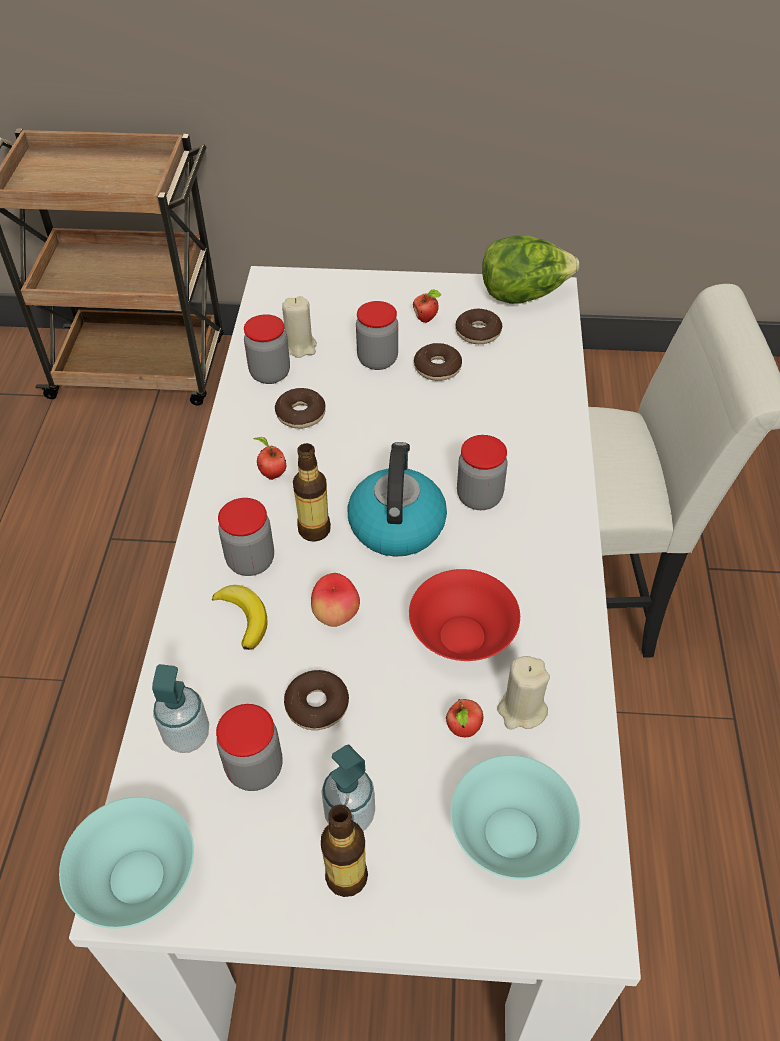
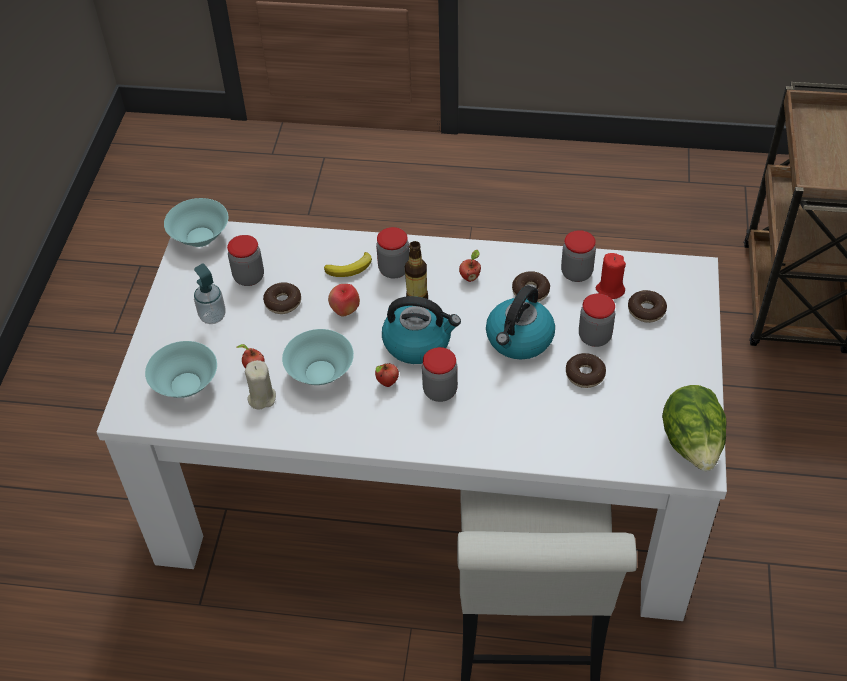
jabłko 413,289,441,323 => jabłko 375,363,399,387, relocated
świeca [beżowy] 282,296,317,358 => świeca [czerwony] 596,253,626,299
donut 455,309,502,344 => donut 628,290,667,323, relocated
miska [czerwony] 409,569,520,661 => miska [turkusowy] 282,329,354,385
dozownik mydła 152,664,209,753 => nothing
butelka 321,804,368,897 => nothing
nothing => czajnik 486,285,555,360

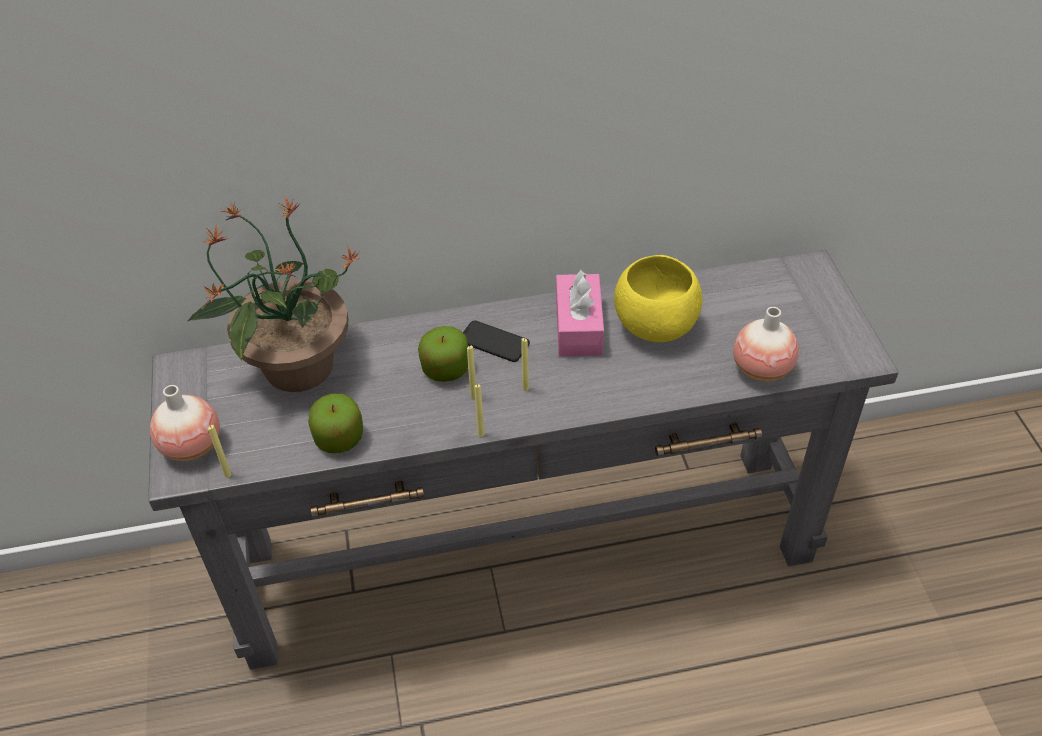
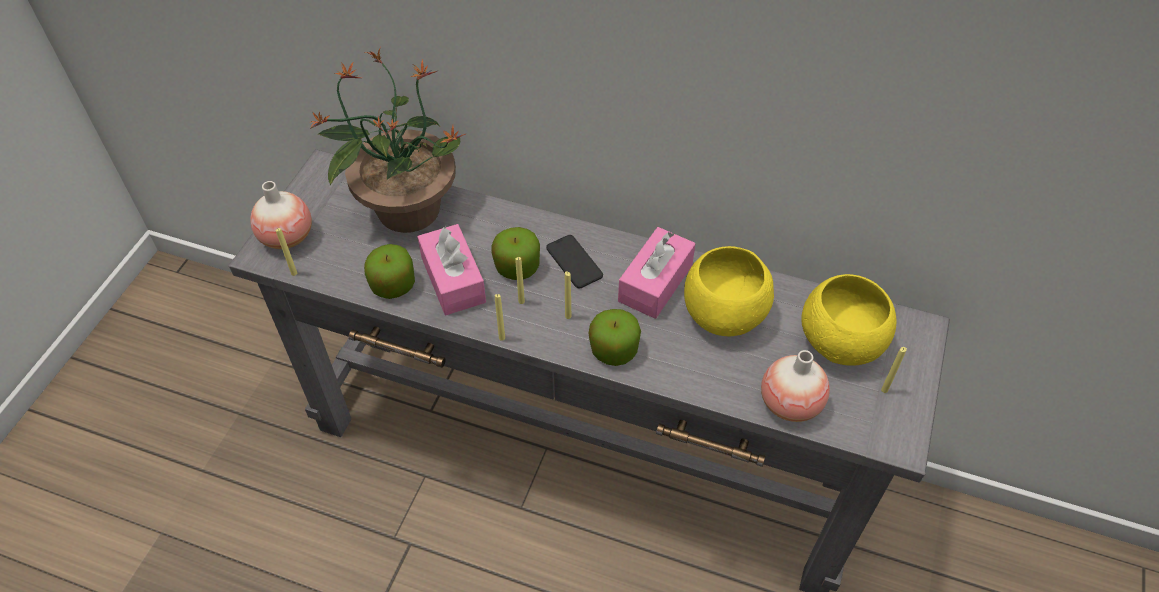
nothing => pudełko chusteczek [różowy] 417,224,486,315
nothing => miska [żółty] 801,274,896,366
nothing => jabłko 589,309,641,366
nothing => świeca [żółty] 881,347,907,393

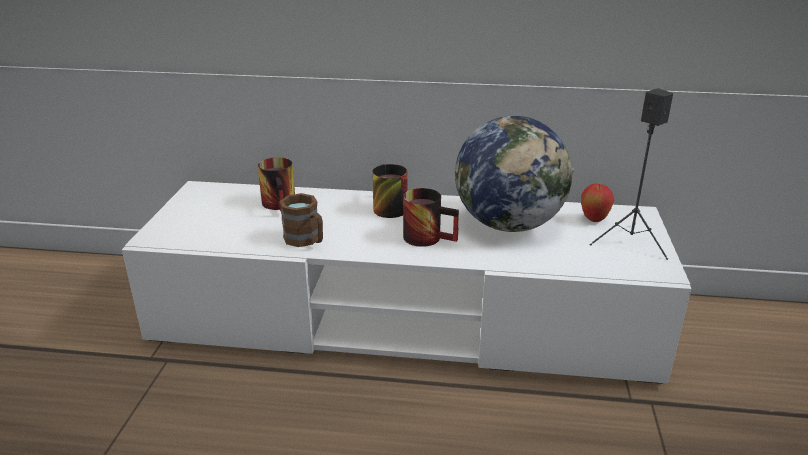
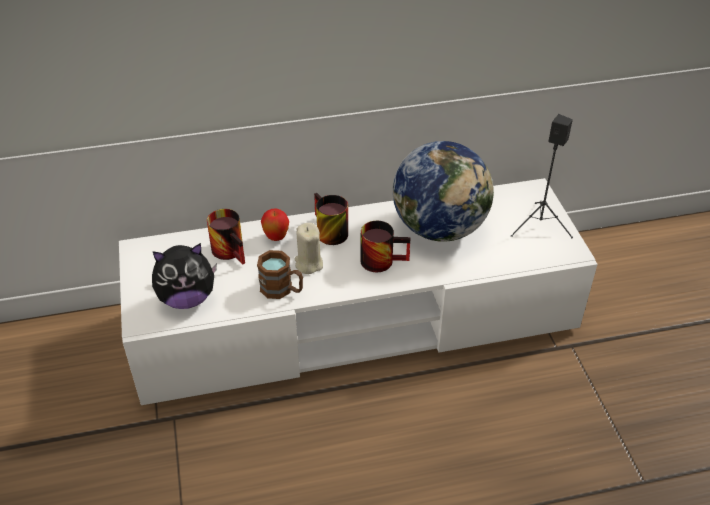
jabłko 581,184,614,222 => jabłko 261,209,289,241, relocated
nothing => świeca [beżowy] 295,223,323,274
nothing => pluszak 152,243,217,309

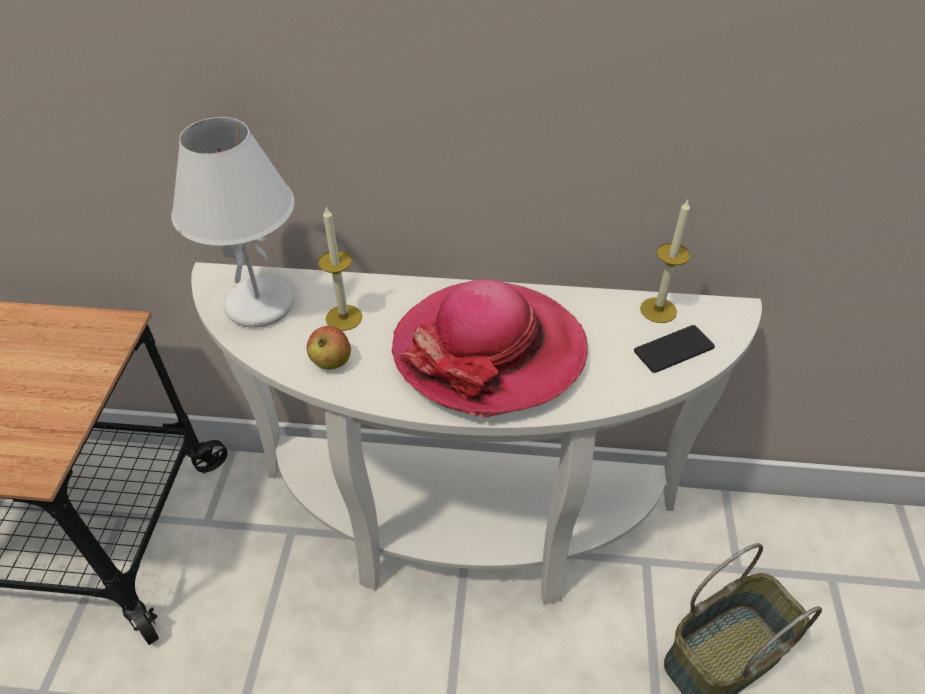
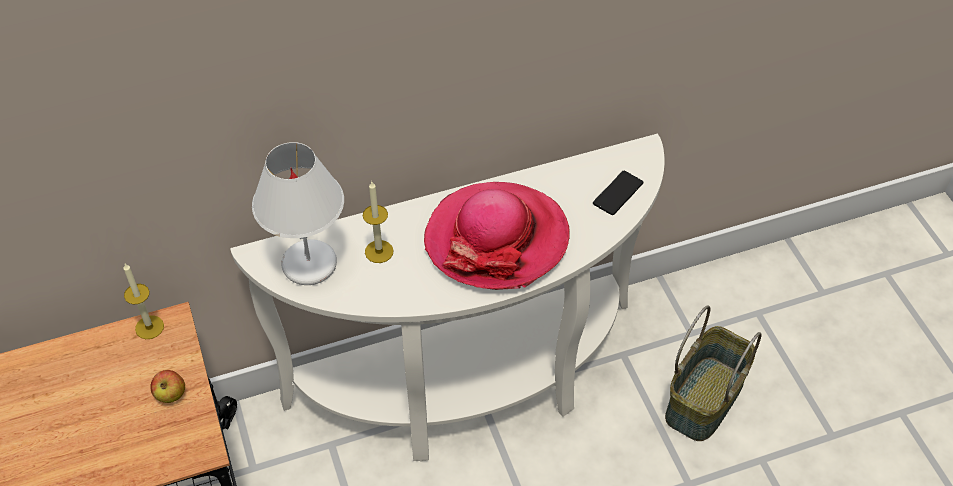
świeca 640,199,690,323 => świeca 123,264,164,339, relocated
jabłko 307,326,351,370 => jabłko 150,370,185,403, relocated

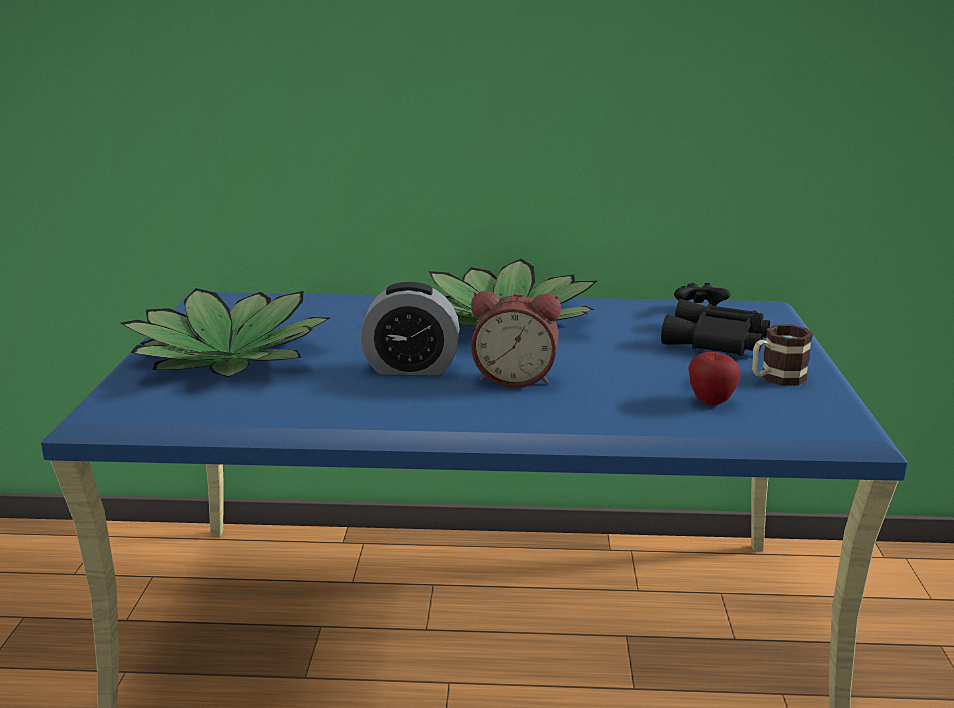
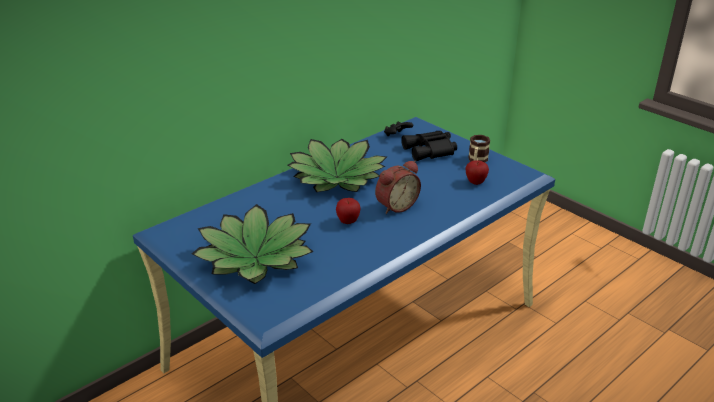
budzik 360,282,460,375 => jabłko 336,198,361,224

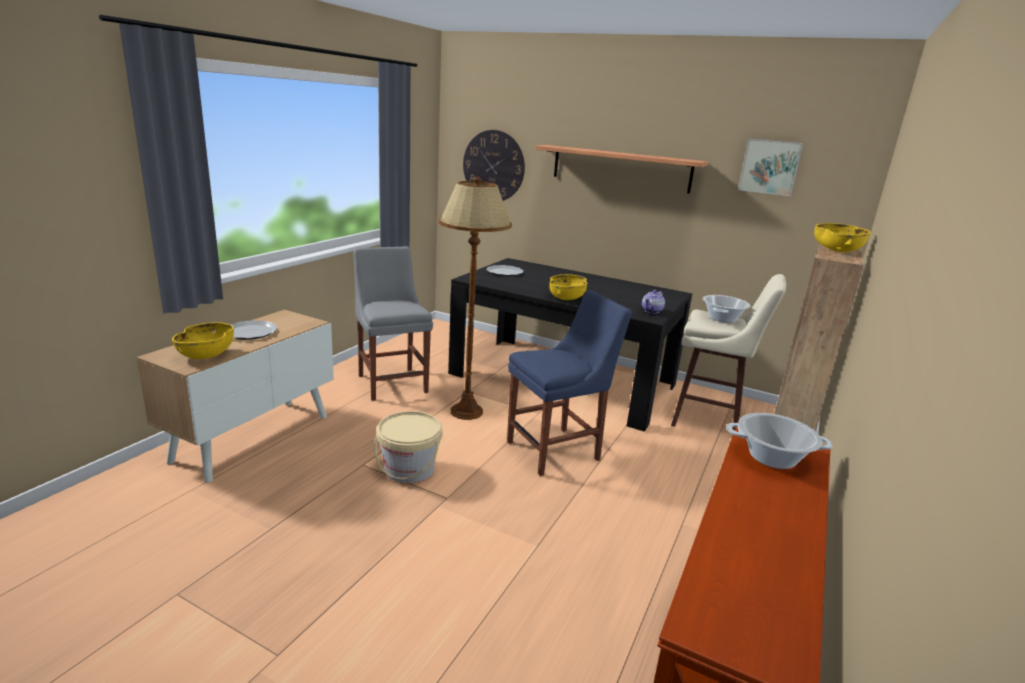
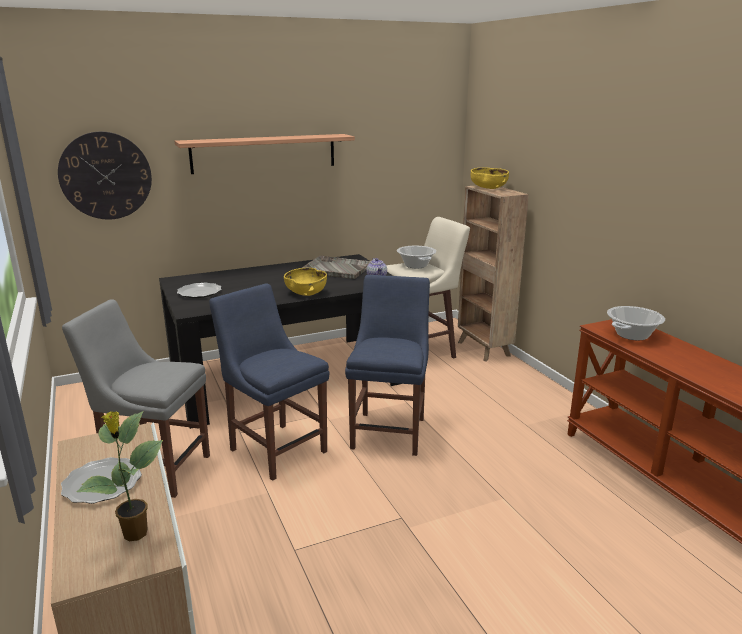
obraz 738,139,803,196 => nothing
lampa stojąca [brązowy] 438,177,512,420 => krzesło [niebieski] 209,283,329,481
miska [żółty] 172,322,234,359 => roślina doniczkowa 76,411,163,541
wiadro [beżowy] 374,411,443,483 => nothing
nothing => taca [szary] 302,256,371,279

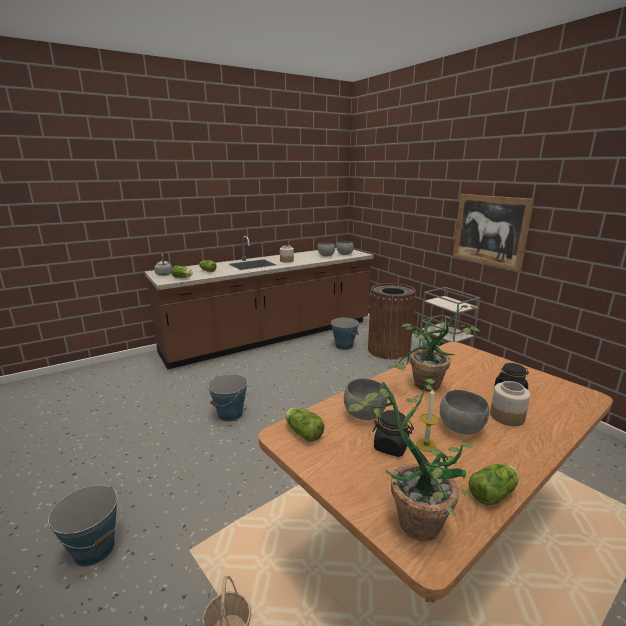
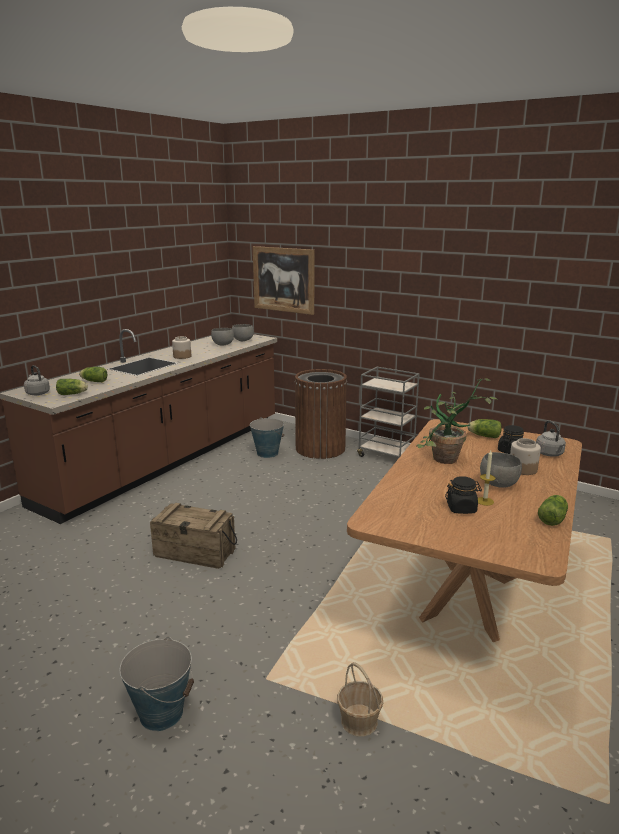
obraz 453,194,534,272 => obraz 253,246,315,315, relocated
wiadro 208,374,248,422 => skrzynka 150,503,237,569
miska [szary] 344,379,388,420 => nothing
roślina doniczkowa 348,379,473,541 => nothing
sałata 285,408,325,442 => sałata 468,419,502,438, relocated
nothing => czajnik [szary] 536,420,566,457

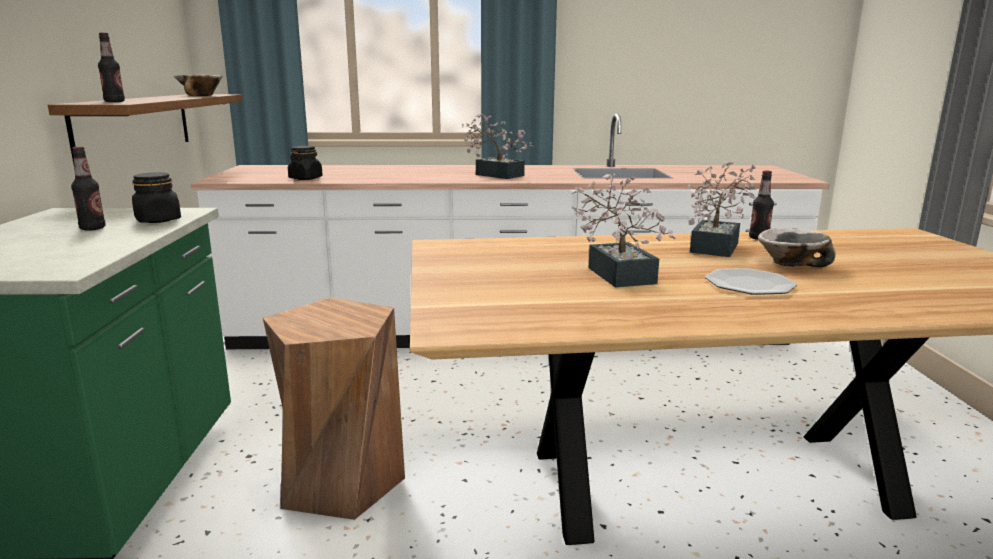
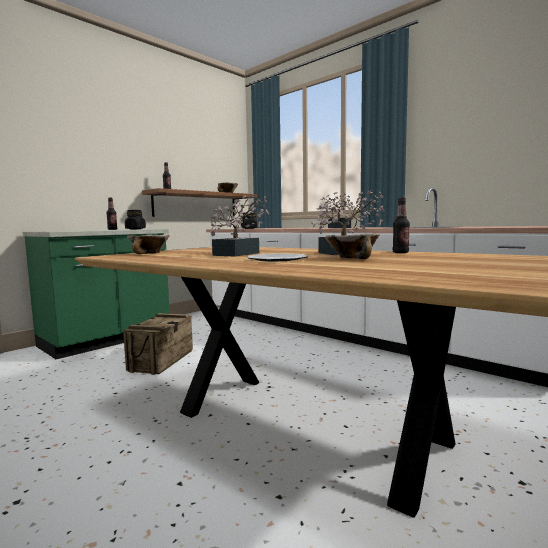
stołek [brązowy] 263,298,405,520 => skrzynka 123,313,193,375
nothing => miska 127,235,169,254

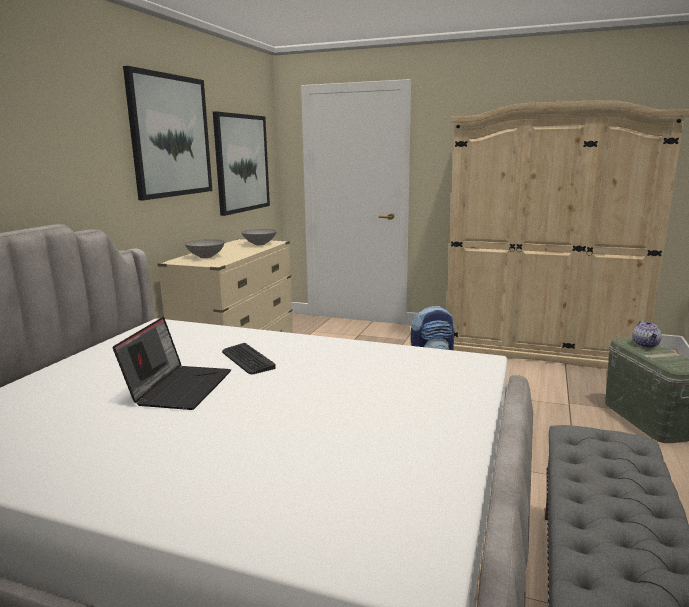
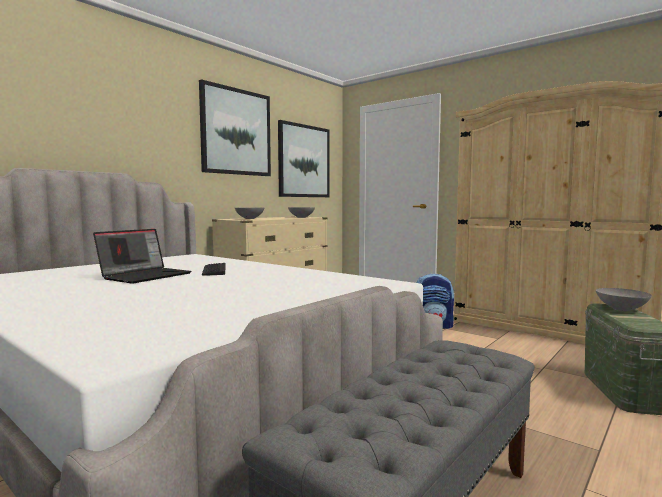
imbryk 632,321,662,348 => miska [szary] 596,288,652,311

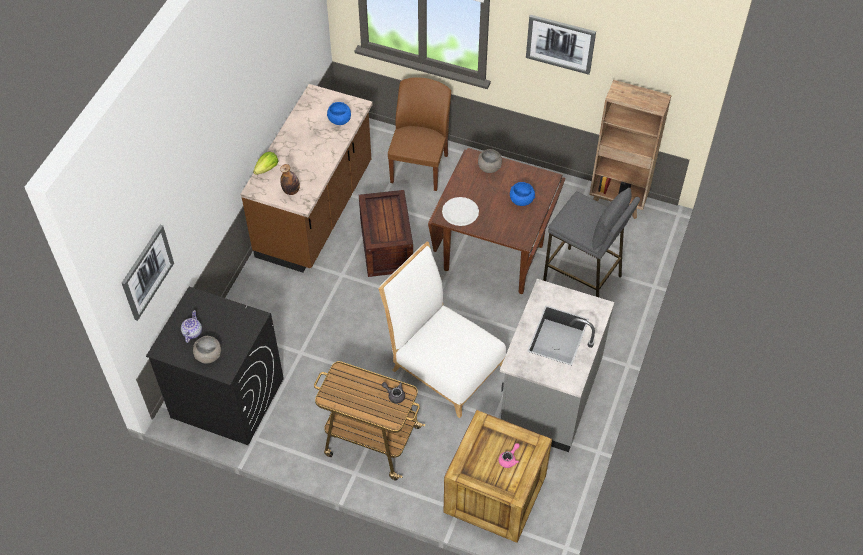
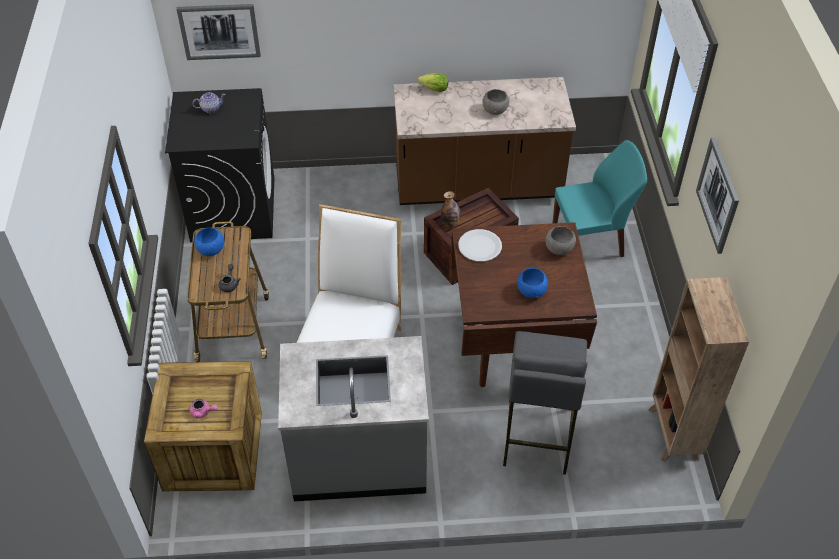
krzesło [brązowy] 388,77,451,191 => krzesło [turkusowy] 553,140,647,257
miska [niebieski] 327,102,351,125 => miska [niebieski] 194,228,225,256, relocated
butelka 280,164,300,195 => butelka 441,191,461,228, relocated
miska [szary] 193,335,221,364 => miska [szary] 483,89,509,115, relocated

